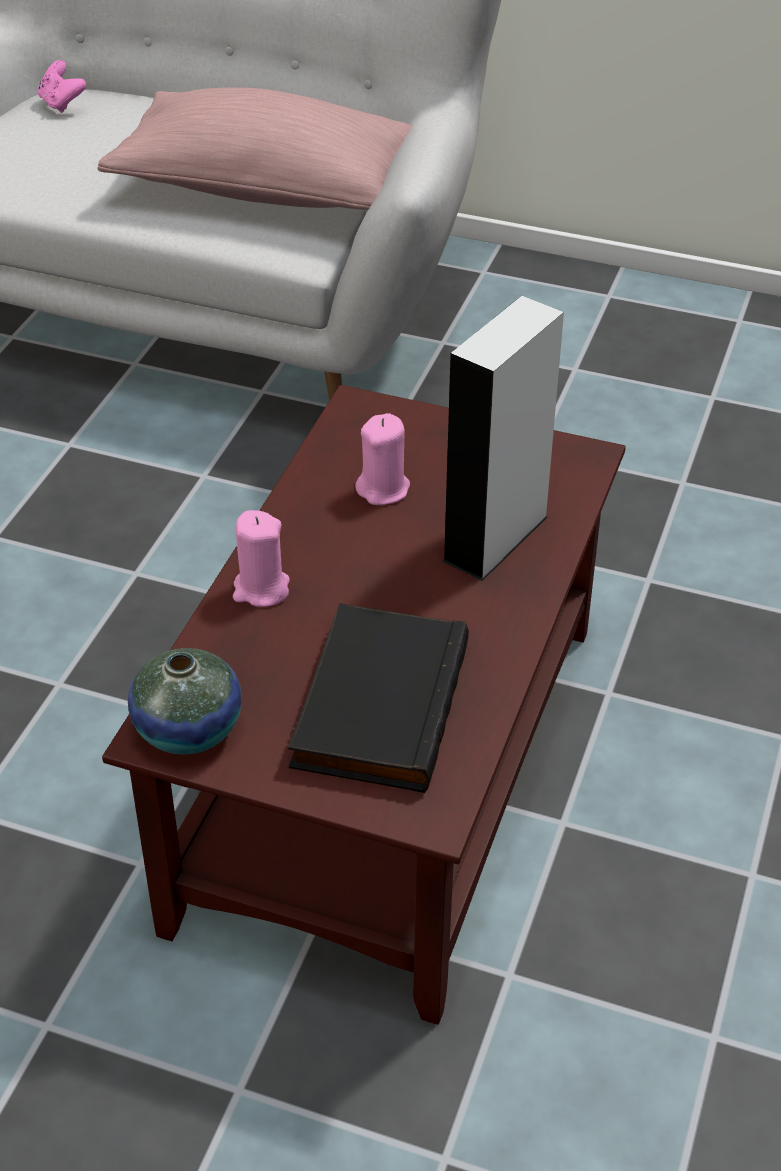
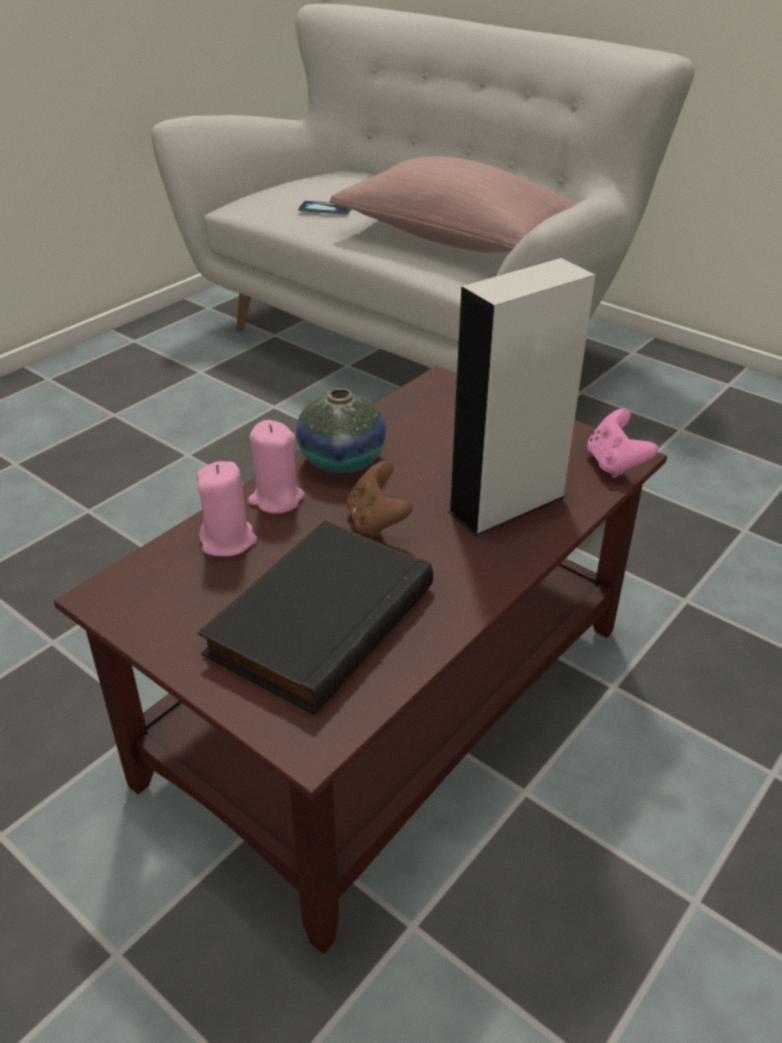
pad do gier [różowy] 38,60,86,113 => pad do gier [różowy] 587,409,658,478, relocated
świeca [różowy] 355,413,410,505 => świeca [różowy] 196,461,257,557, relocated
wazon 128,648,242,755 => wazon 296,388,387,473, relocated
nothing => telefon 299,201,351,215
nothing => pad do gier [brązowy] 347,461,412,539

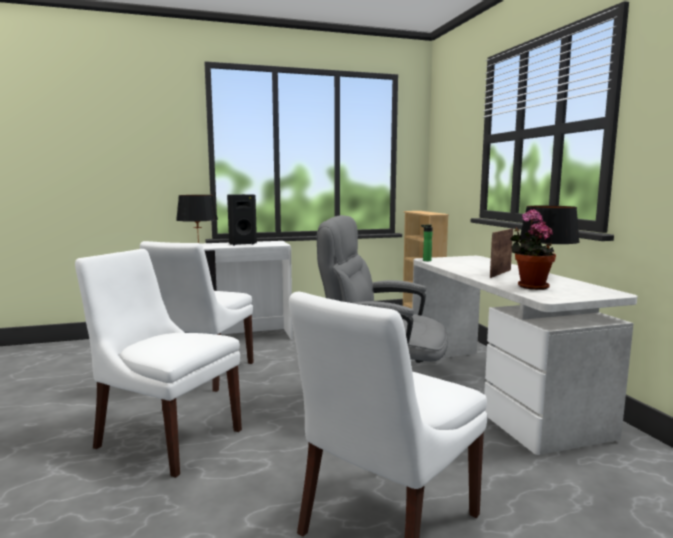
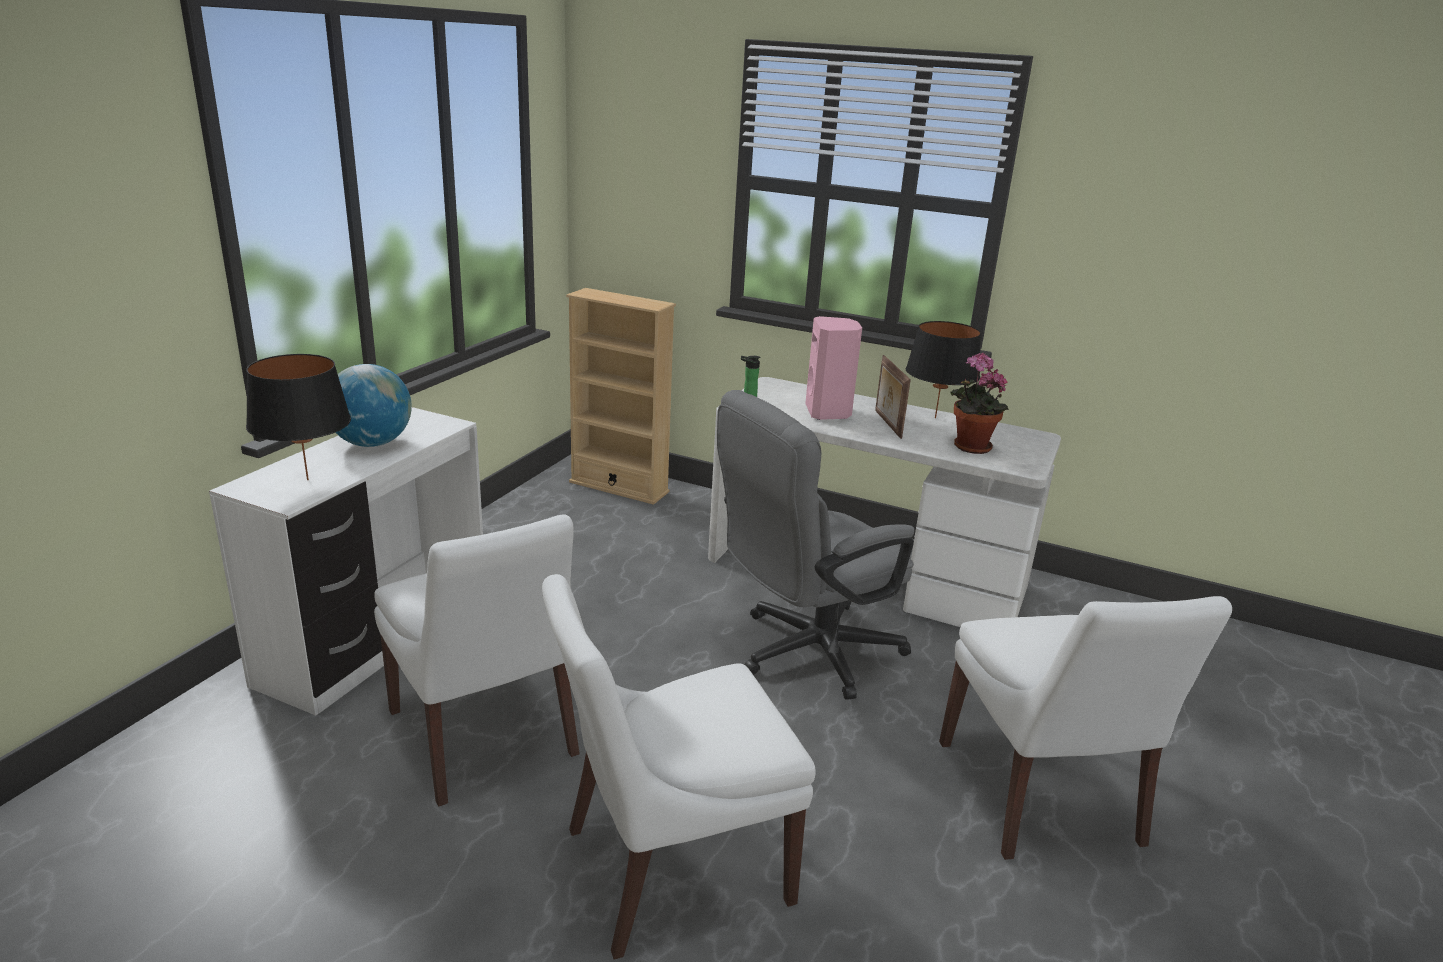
głośnik [czarny] 227,194,257,246 => globus 335,364,412,447
nothing => głośnik [różowy] 805,316,862,420

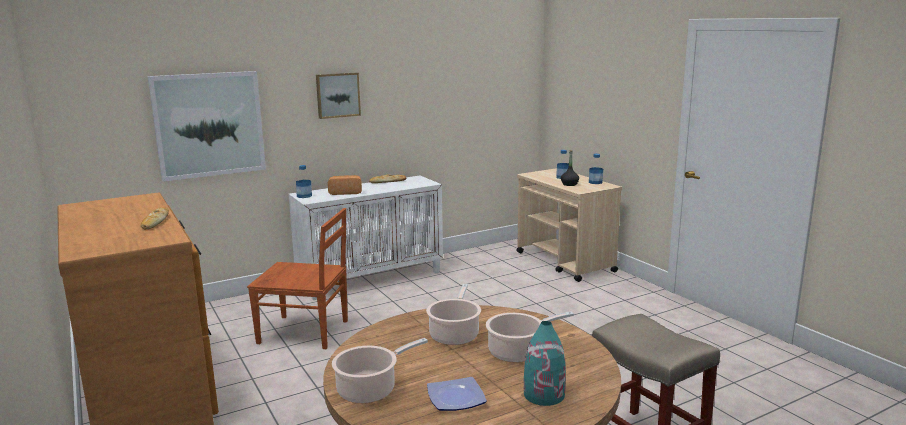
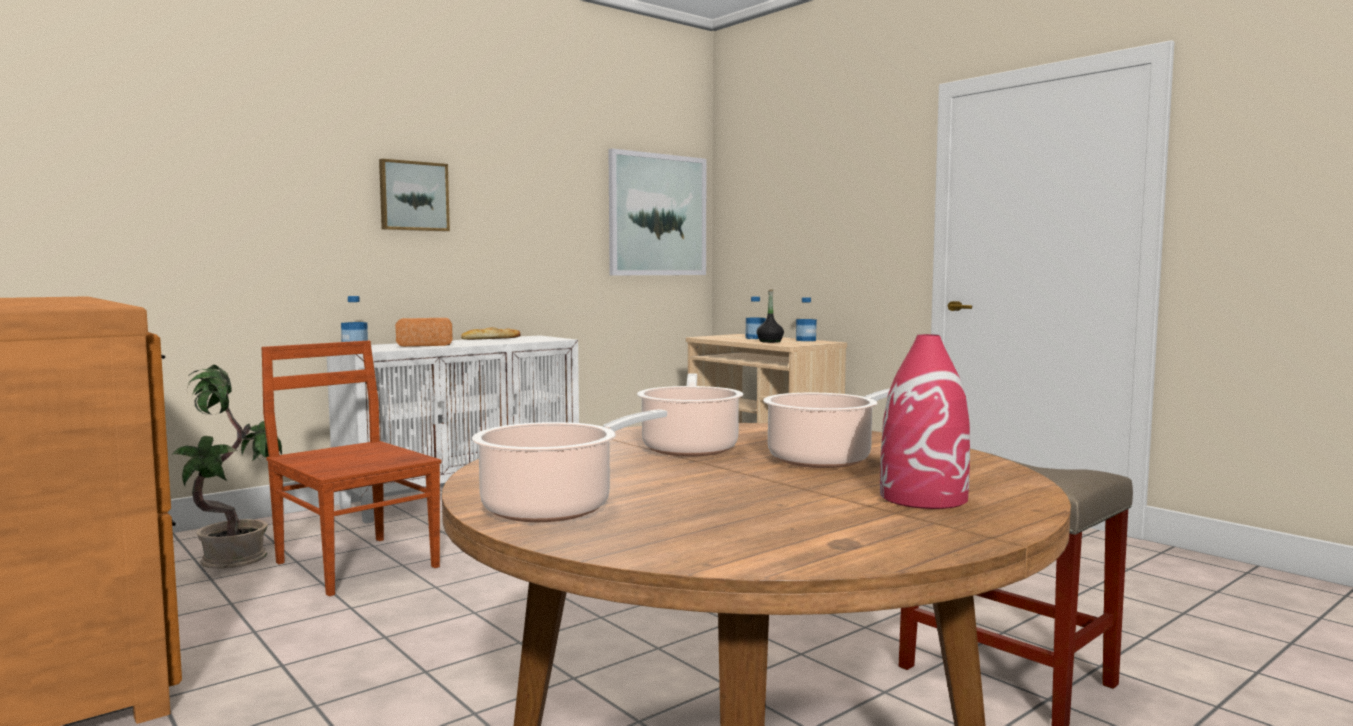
obraz 147,71,266,182 => obraz 609,149,707,275, relocated
chleb 140,207,169,229 => nothing
krzesło [brązowy] 247,208,348,349 => krzesło [brązowy] 261,341,442,596, 135 degrees counterclockwise
wazon [turkusowy] 524,321,566,406 => wazon [czerwony] 880,334,970,509
talerz 427,377,487,411 => nothing
nothing => roślina doniczkowa 172,365,282,569

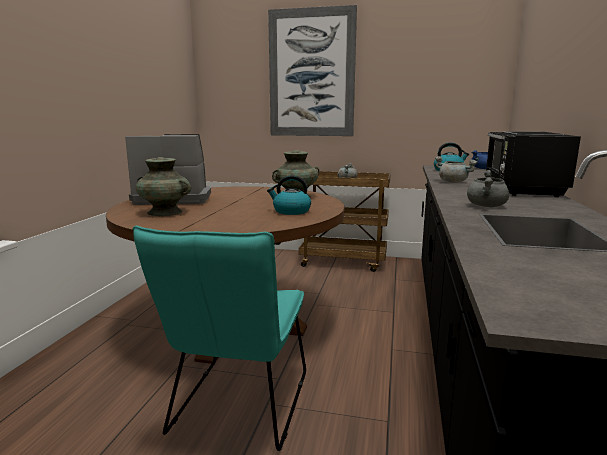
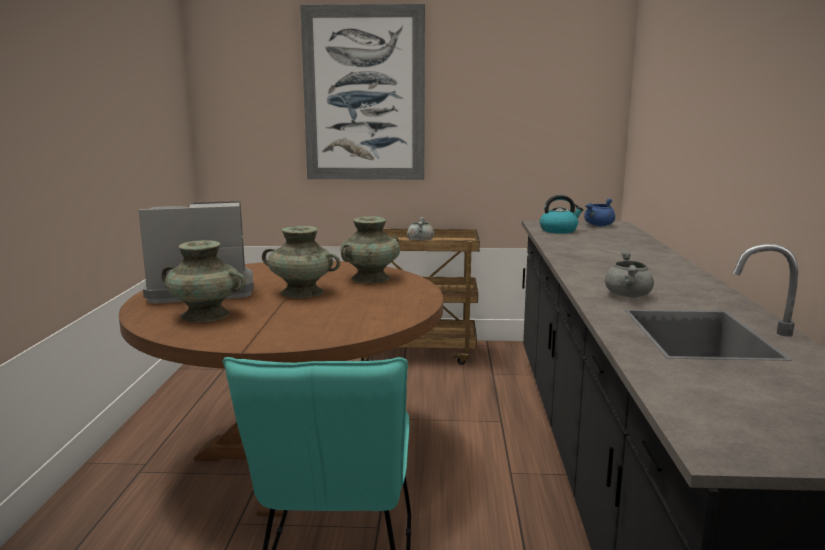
mikrofalówka [czarny] 486,131,581,197 => nothing
garnek [szary] 435,156,478,183 => nothing
czajnik 267,175,311,215 => nothing
nothing => wazon [turkusowy] 262,226,340,298

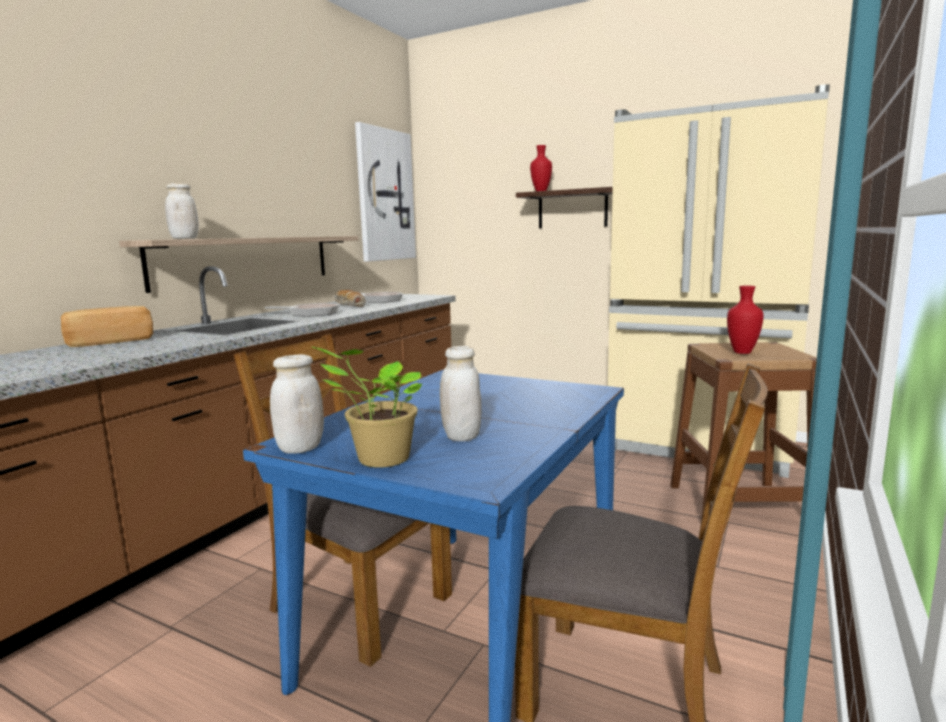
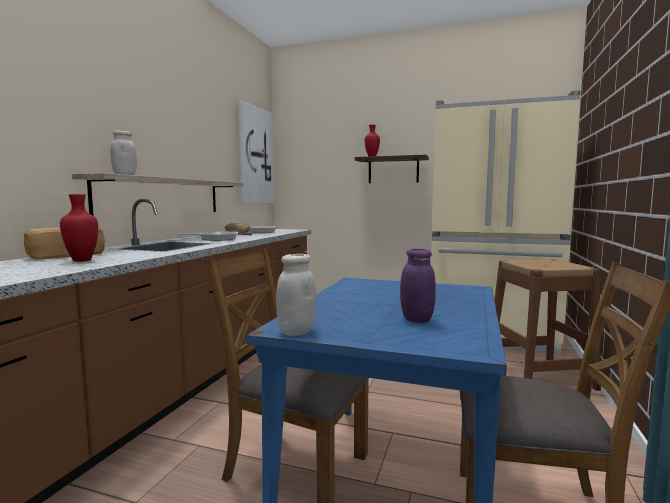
wazon [czerwony] 727,286,764,354 => wazon [czerwony] 60,194,98,262, relocated
słoik [biały] 440,346,482,441 => słoik [fioletowy] 400,249,436,323
roślina doniczkowa 313,347,422,468 => nothing

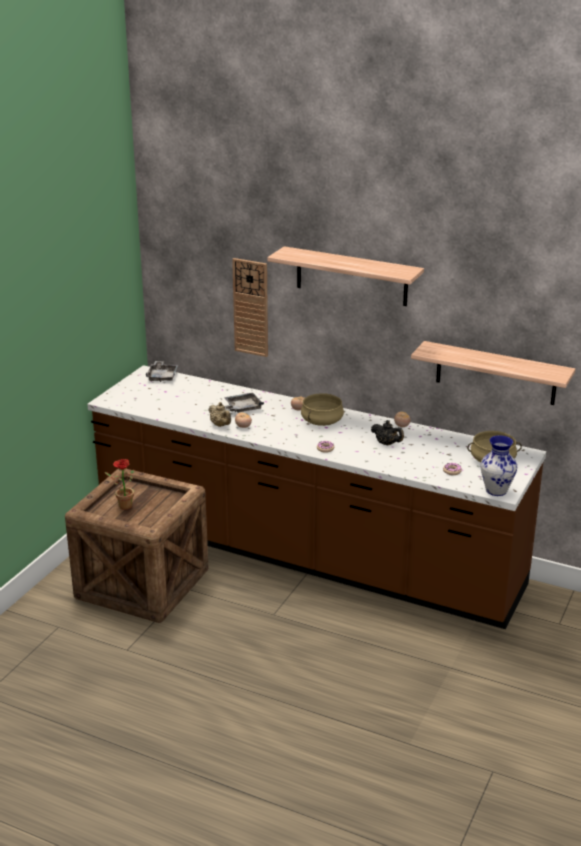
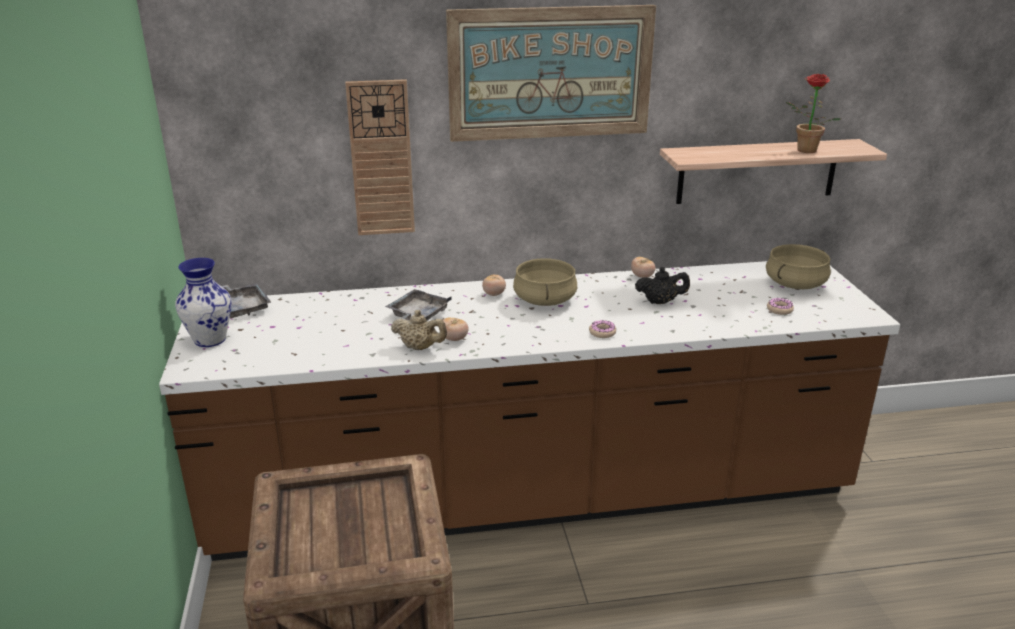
półka 267,246,424,306 => obraz 446,5,656,142
wazon 481,435,517,496 => wazon 175,258,232,347, relocated
roślina doniczkowa 105,459,134,510 => roślina doniczkowa 786,74,841,153, relocated

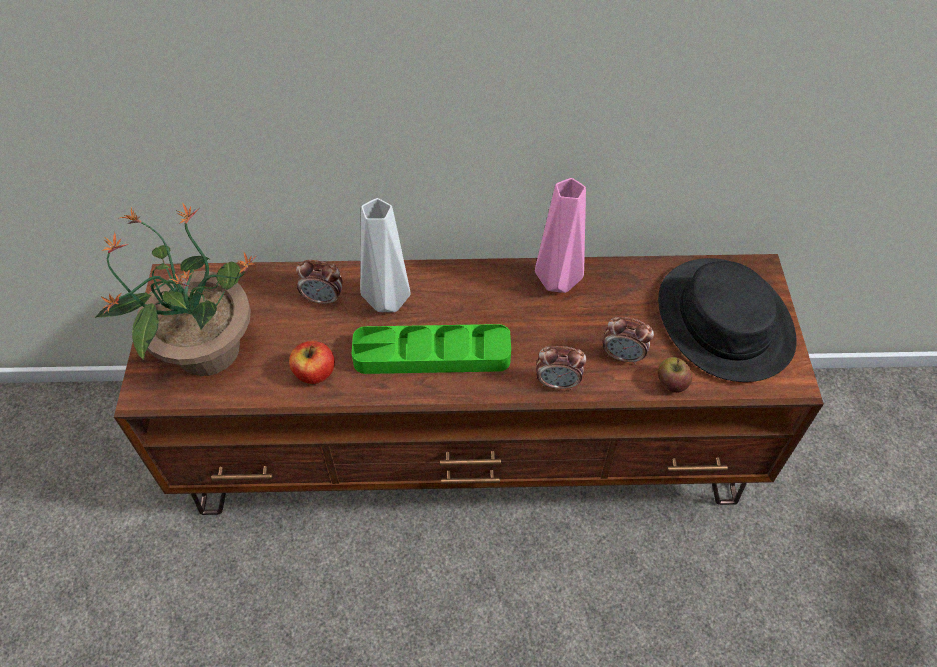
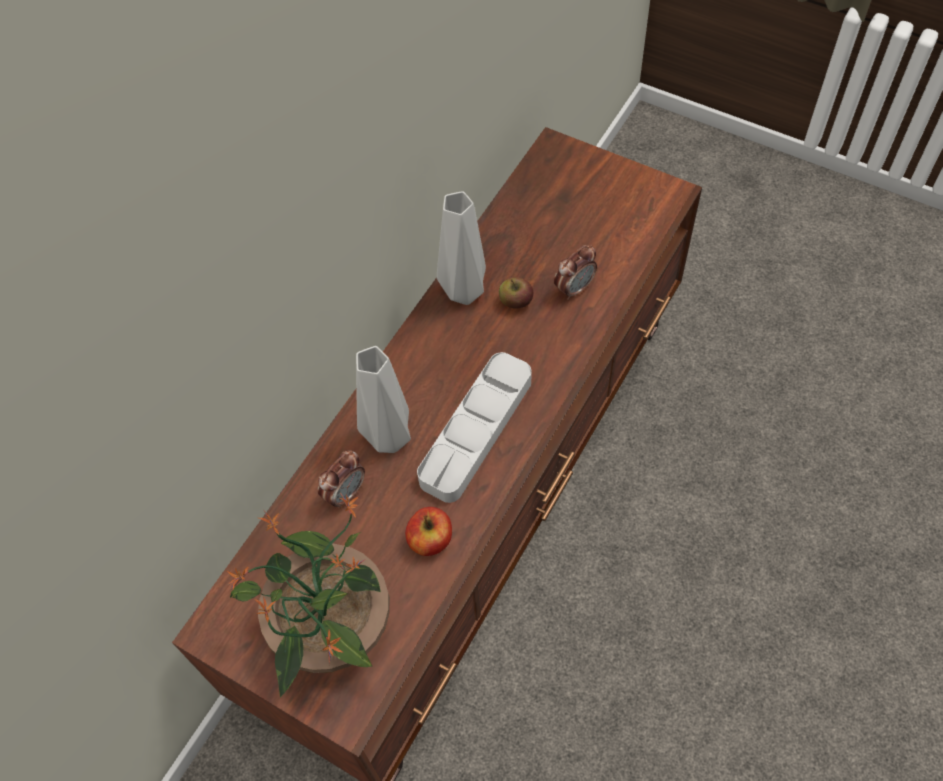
wazon [różowy] 535,178,586,293 => wazon [szary] 437,191,486,305
kapelusz [czarny] 658,258,797,382 => nothing
taca [zielony] 352,324,511,374 => taca [szary] 417,352,531,503
budzik 536,346,586,390 => nothing
jabłko 658,357,692,393 => jabłko 499,278,533,308, relocated

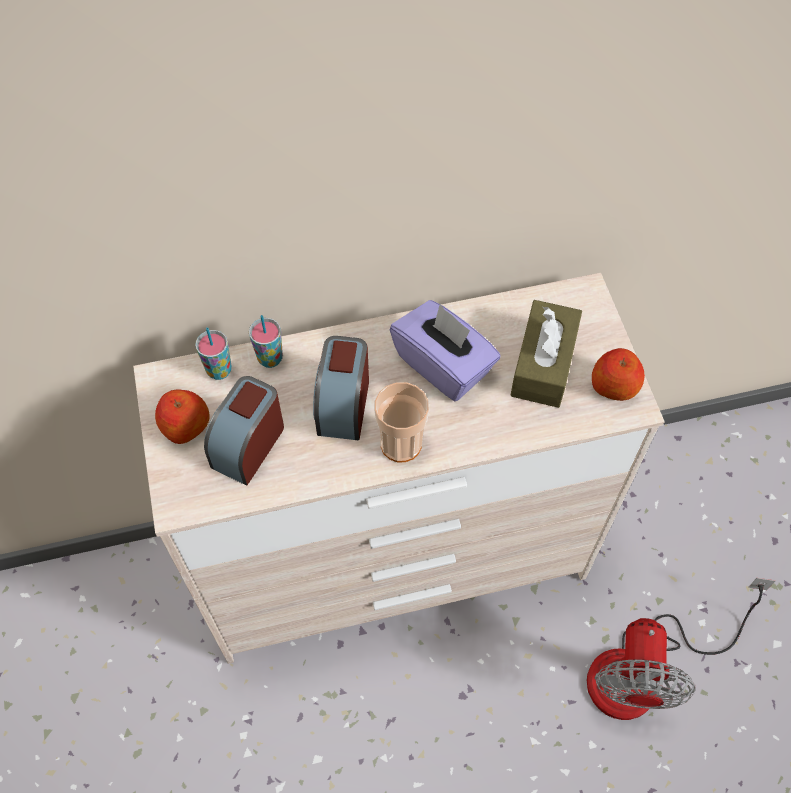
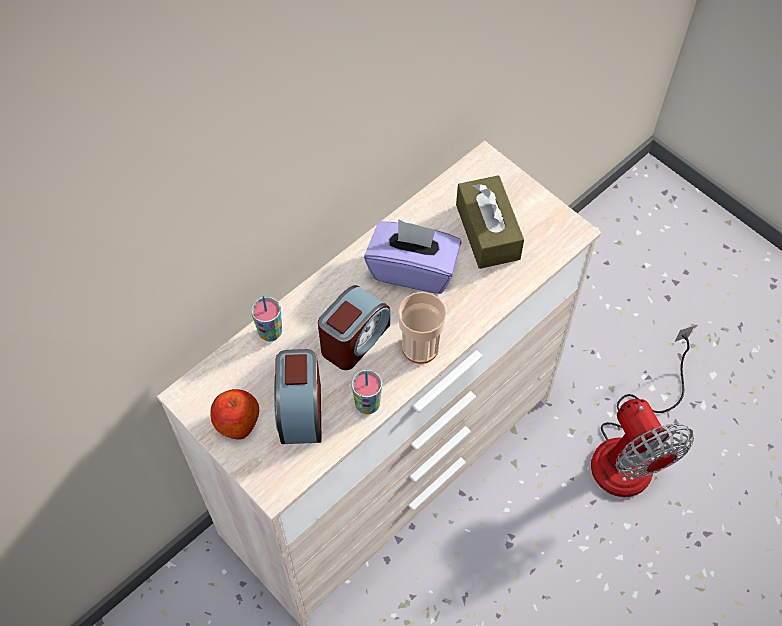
filiżanka 195,328,232,380 => filiżanka 351,370,382,414, relocated
budzik 313,336,369,440 => budzik 318,285,390,370, 120 degrees counterclockwise
jabłko 592,348,645,401 => nothing

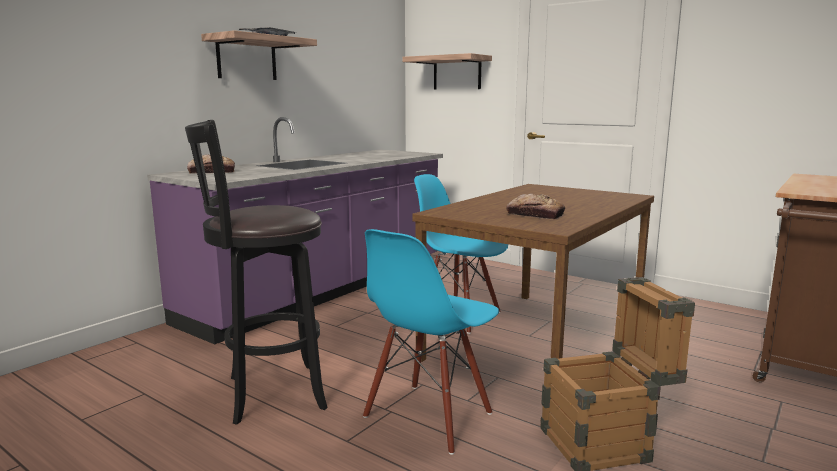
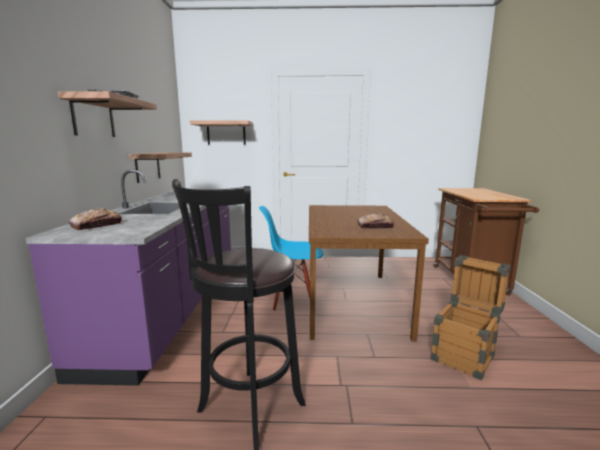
krzesło [niebieski] 363,229,499,455 => nothing
nothing => półka 129,153,192,183

